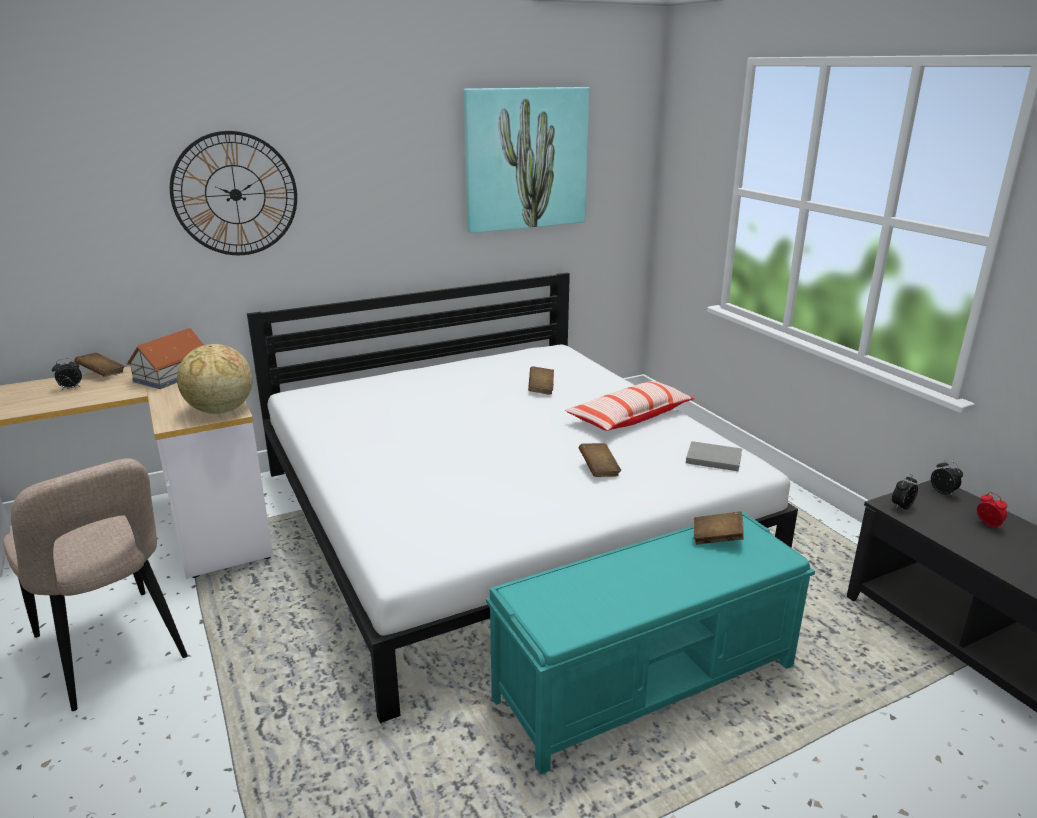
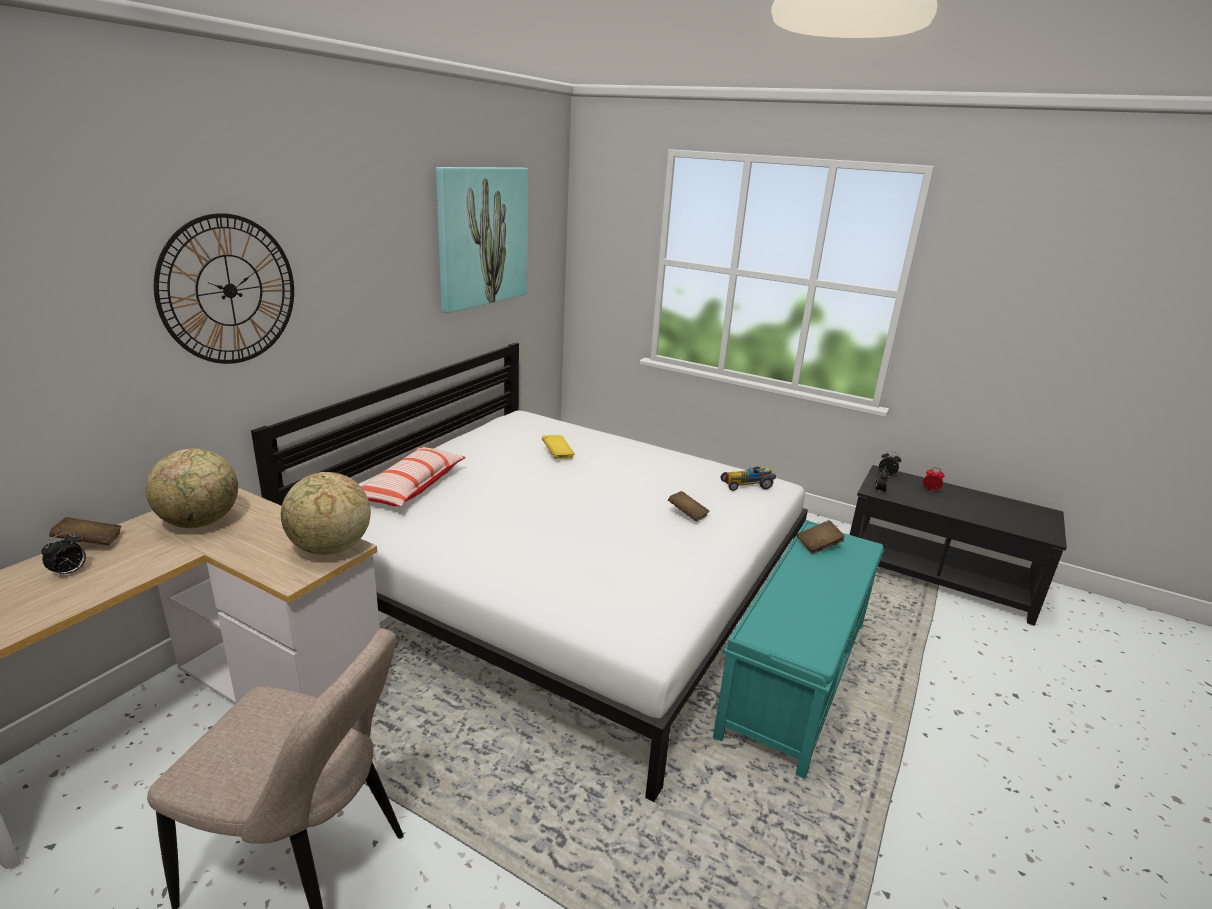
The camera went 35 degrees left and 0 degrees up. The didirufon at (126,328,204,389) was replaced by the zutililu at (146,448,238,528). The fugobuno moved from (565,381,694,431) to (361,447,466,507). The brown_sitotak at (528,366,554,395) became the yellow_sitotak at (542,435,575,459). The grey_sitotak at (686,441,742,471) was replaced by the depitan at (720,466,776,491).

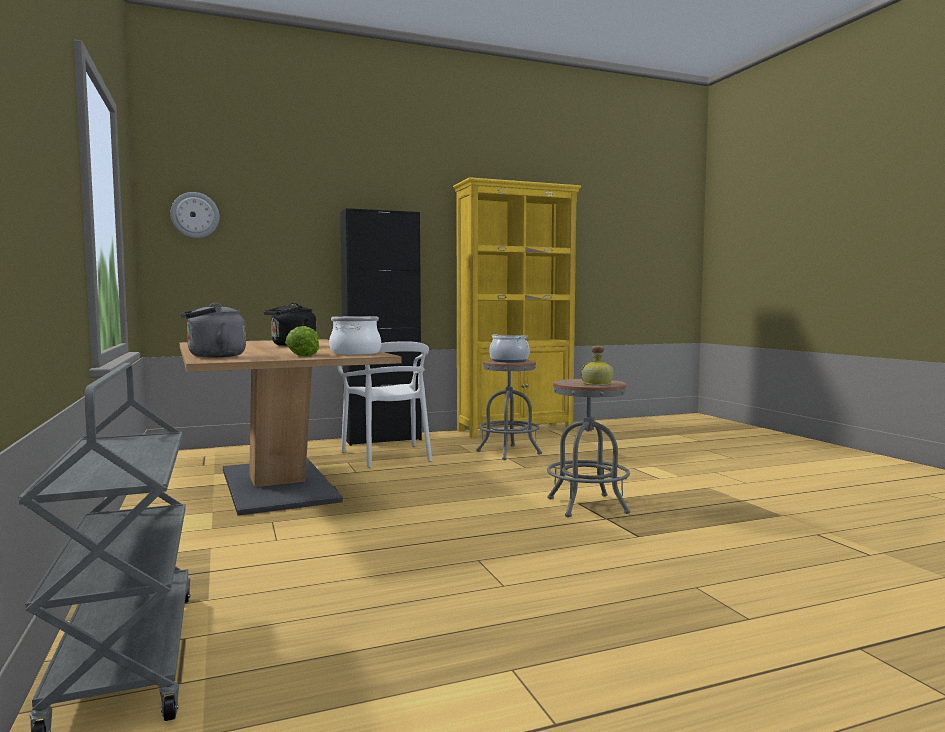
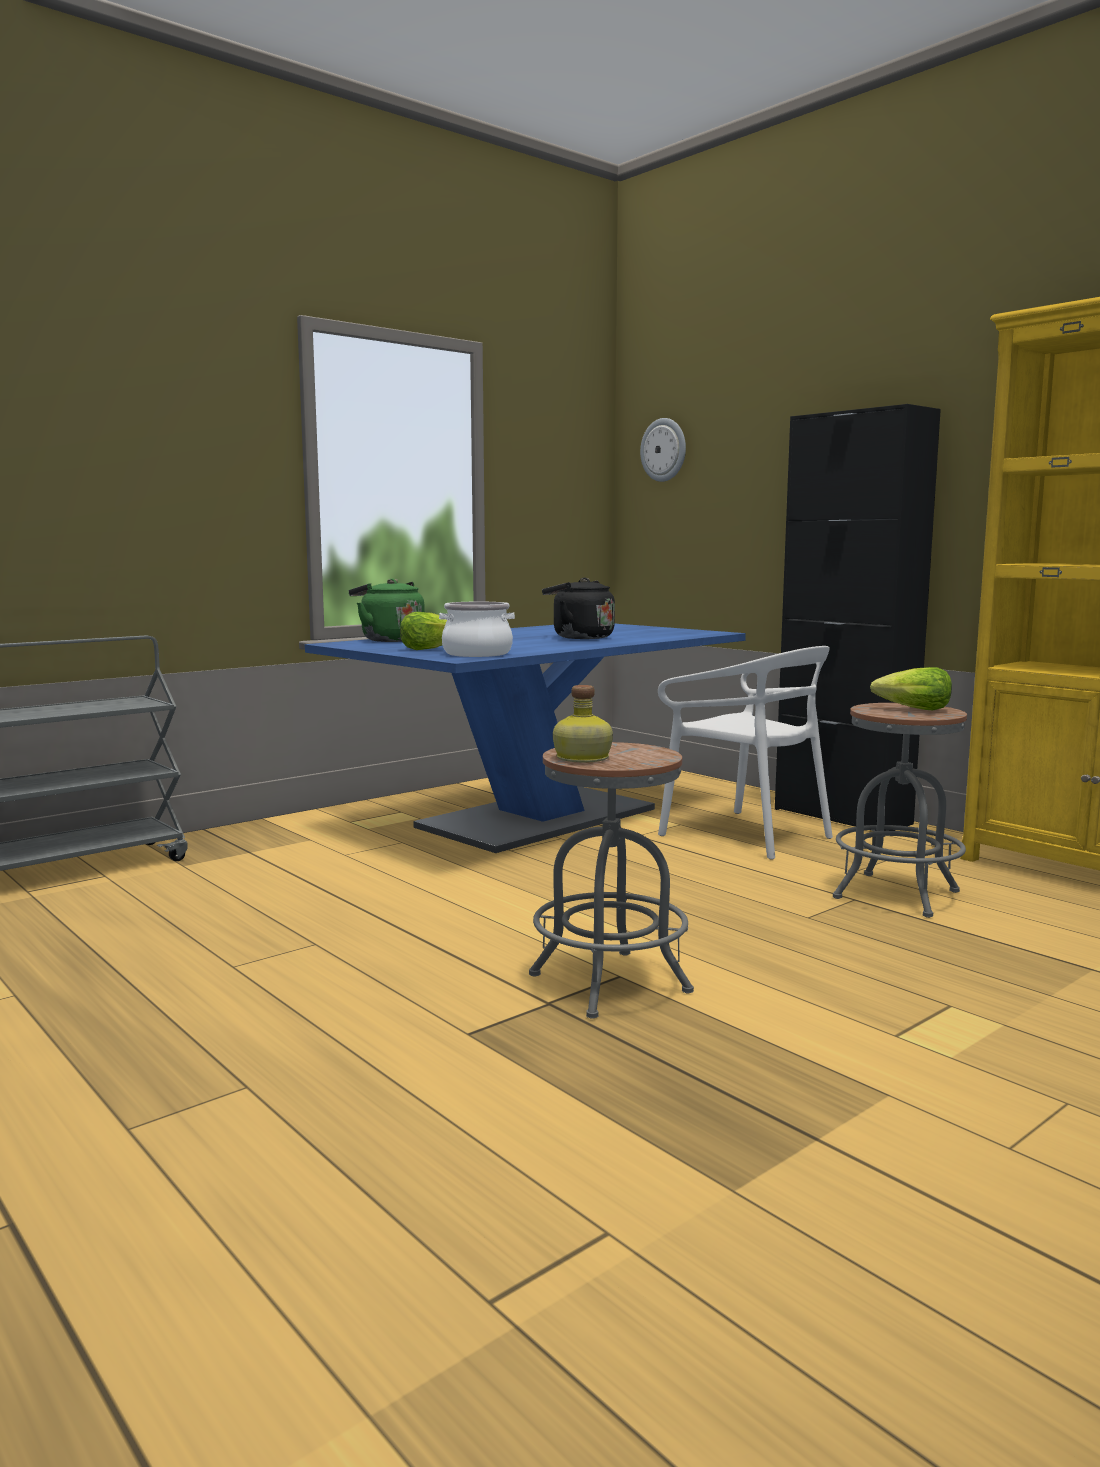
The camera went 70 degrees right and 5 degrees up. The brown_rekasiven at (180,339,402,515) became the blue_rekasiven at (305,624,746,853). The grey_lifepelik at (180,303,246,357) became the green_lifepelik at (349,579,425,642). The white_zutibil at (337,341,432,468) turned 90 degrees counterclockwise. The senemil at (489,334,530,362) was replaced by the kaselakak at (870,667,952,710).

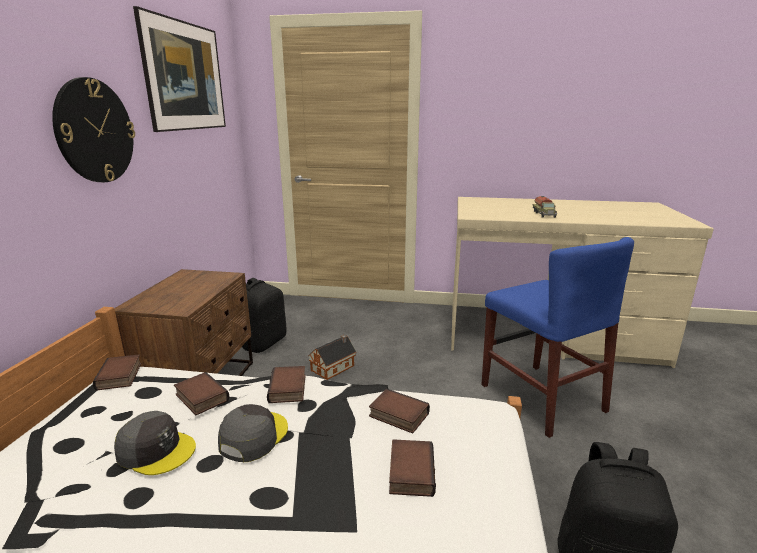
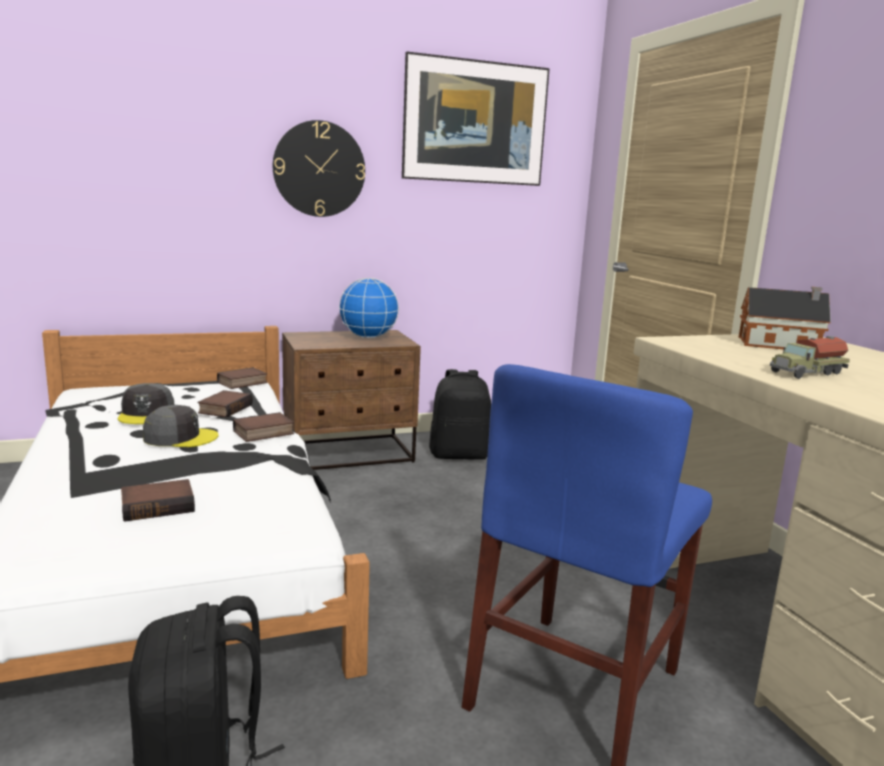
The camera went 60 degrees right and 5 degrees down. The zutililu at (339,278,399,338) appeared. The didirufon moved from (308,335,356,380) to (739,287,831,349). The sitotak at (369,389,430,434) disappeared.

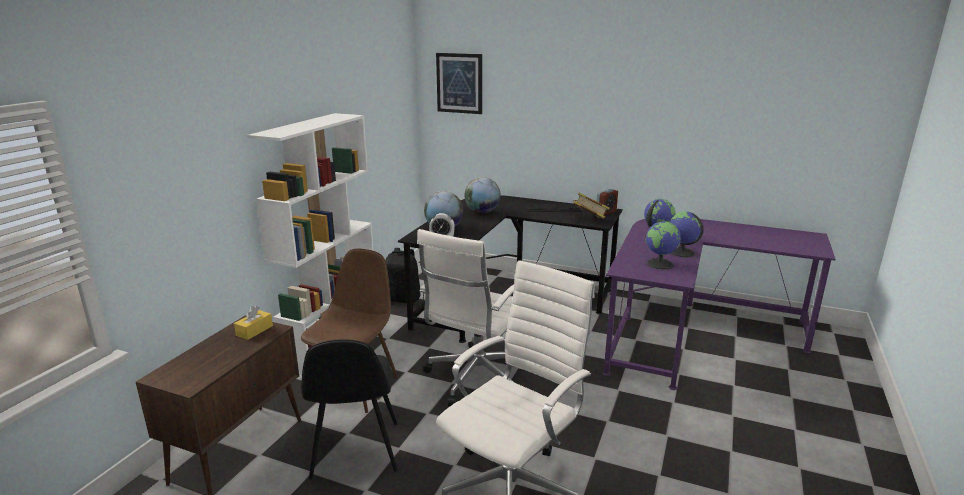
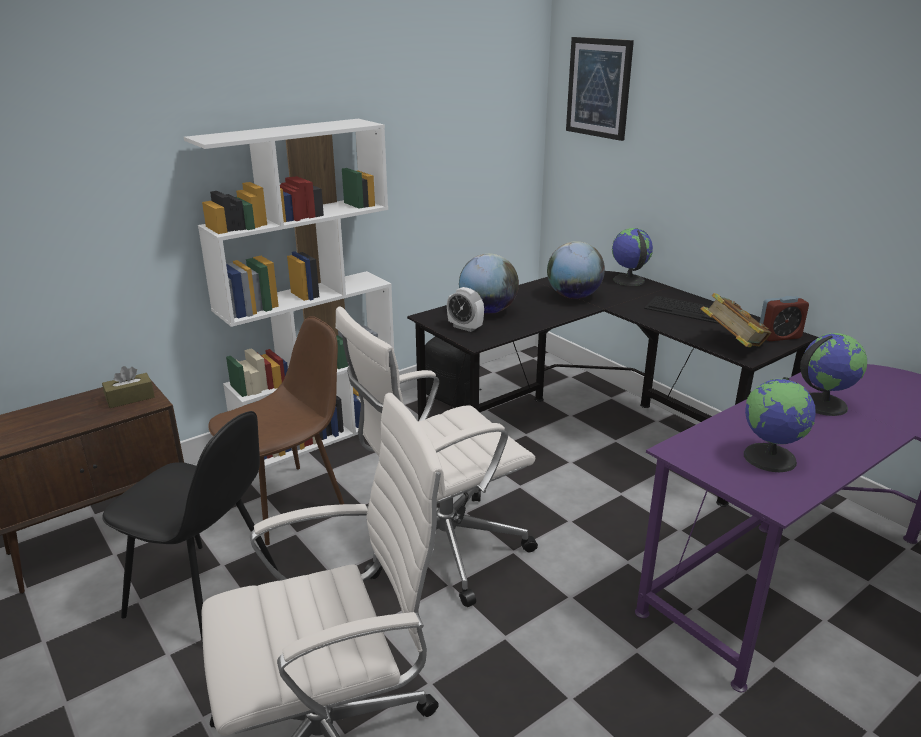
The camera went 30 degrees right and 5 degrees up. The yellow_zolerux at (234,306,273,340) became the brown_zolerux at (102,366,155,408). The black_zutibil at (301,339,397,479) turned 90 degrees counterclockwise. The zutililu moved from (670,211,704,257) to (612,228,653,286).

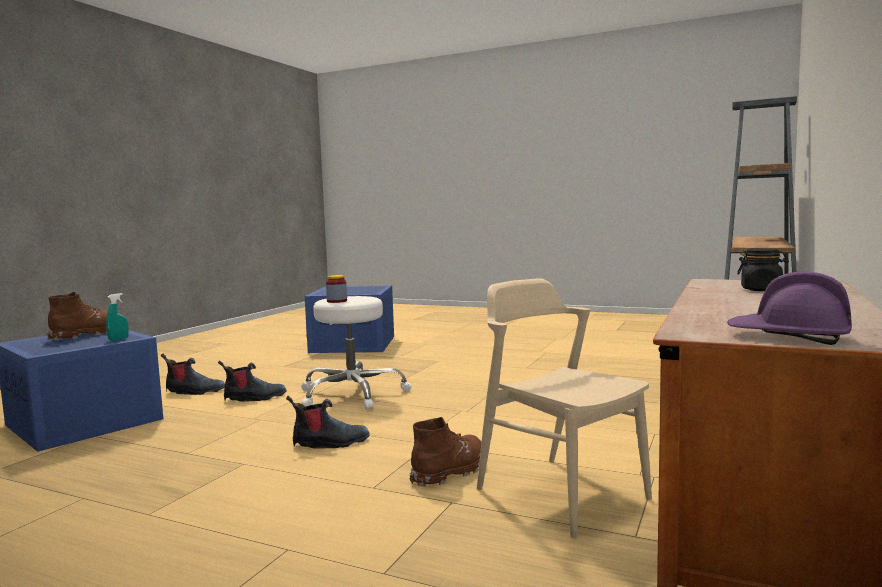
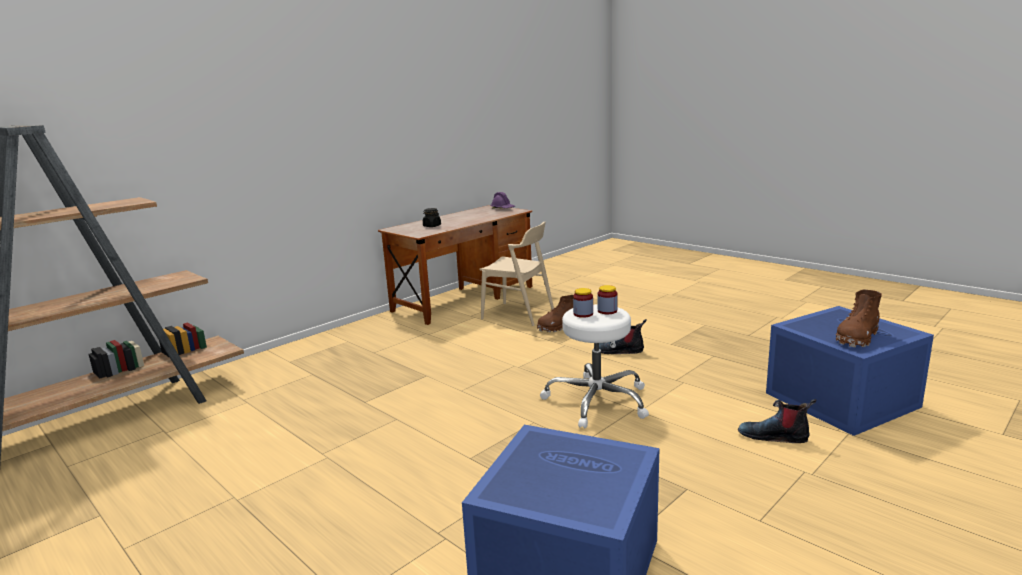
The camera went 160 degrees left and 10 degrees up. The beige_zutibil at (477,278,652,538) turned 45 degrees counterclockwise. The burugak at (573,288,593,318) appeared. The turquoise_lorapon at (106,293,129,341) disappeared. The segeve at (218,360,286,402) disappeared.

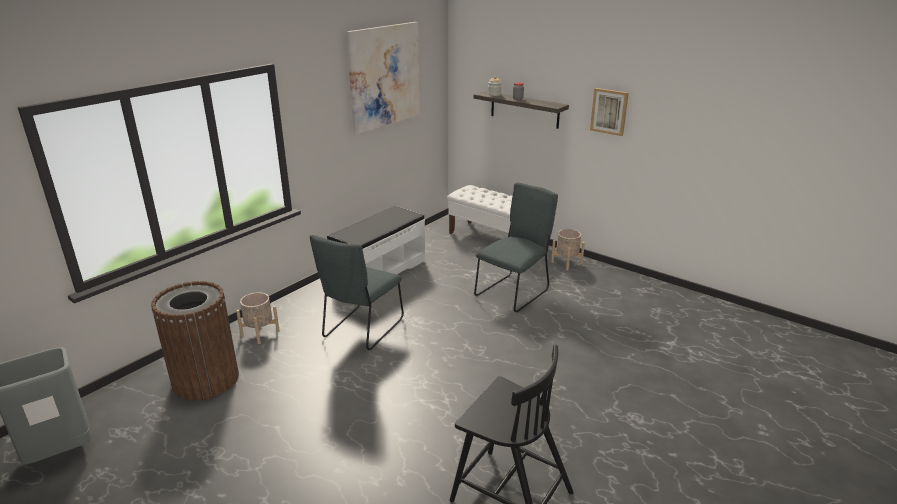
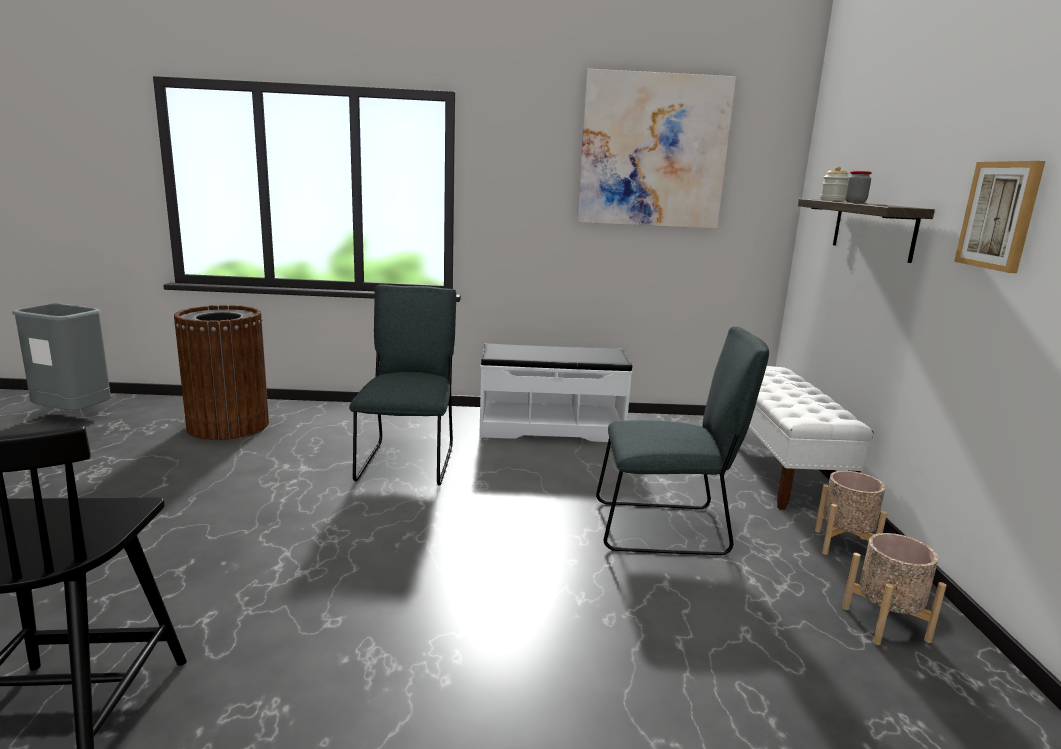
The camera went 50 degrees right and 10 degrees down. The grey_zutibil at (310,235,404,350) turned 105 degrees clockwise. The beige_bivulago moved from (236,292,280,344) to (842,533,946,645).

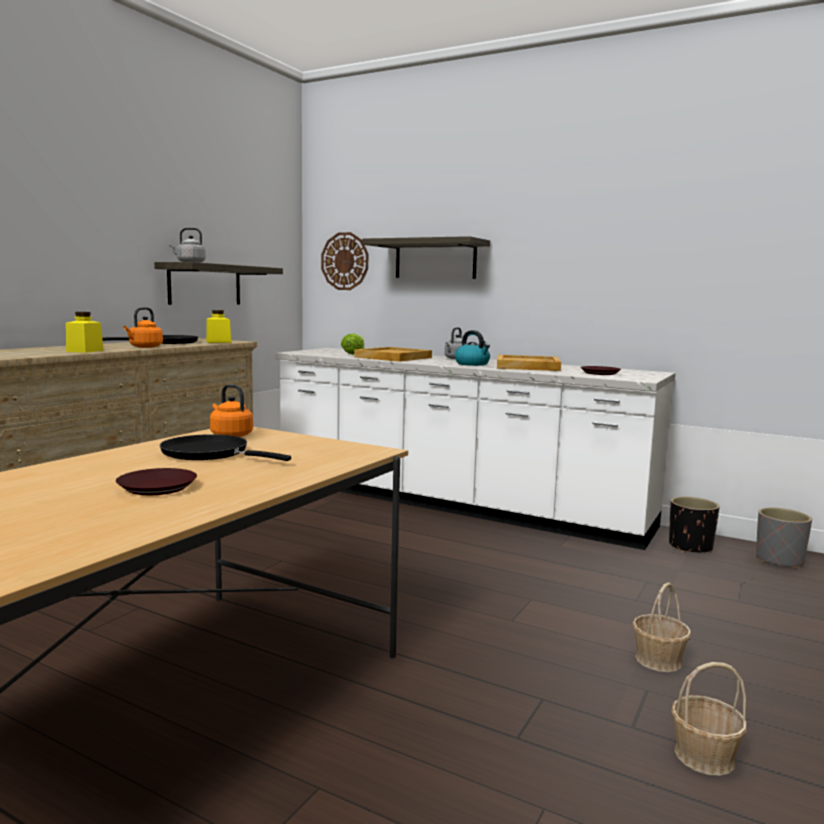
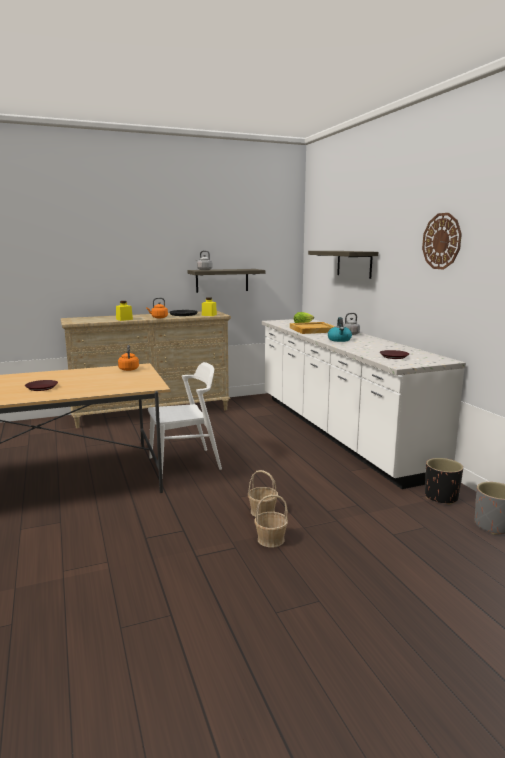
The camera went 40 degrees right and 5 degrees up. The white_zutibil at (148,362,222,476) appeared. The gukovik moved from (671,662,747,776) to (248,470,278,517). The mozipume moved from (321,232,368,290) to (422,213,462,269). The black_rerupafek at (160,434,291,461) disappeared. The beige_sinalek at (497,355,561,371) disappeared.

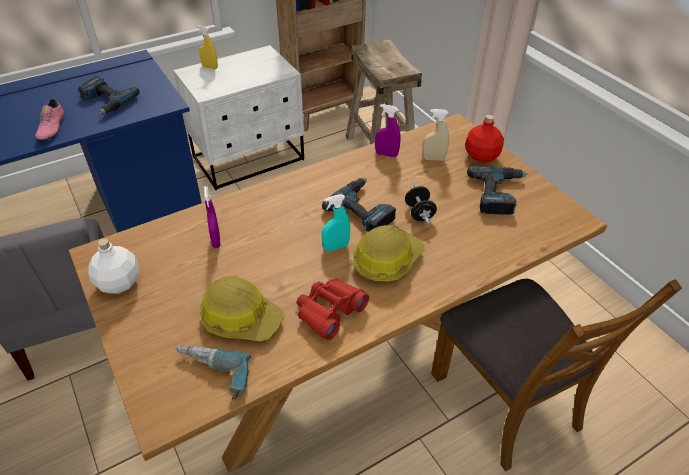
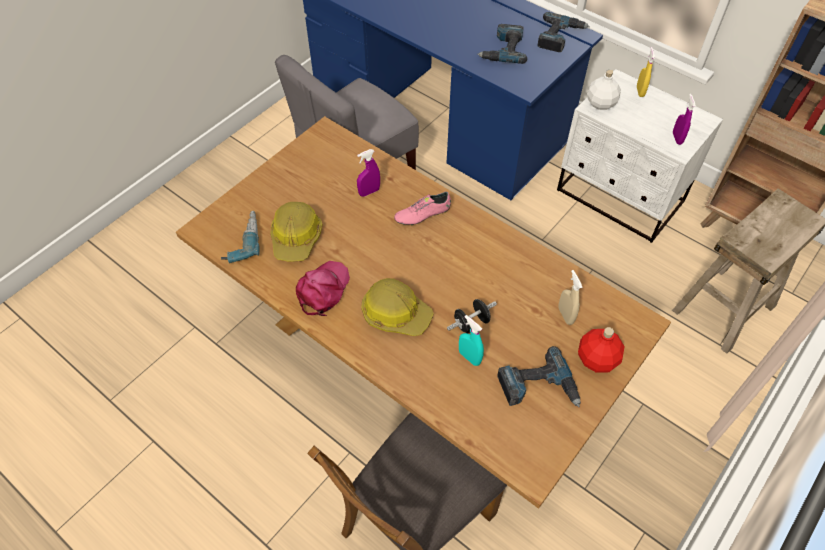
The camera went 70 degrees right and 10 degrees up. The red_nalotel at (297,279,369,340) was replaced by the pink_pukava at (296,261,350,316). The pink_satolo moved from (35,98,64,141) to (394,192,451,225). The turquoise_lorapon moved from (322,194,350,251) to (459,315,484,366). The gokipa moved from (322,178,397,232) to (537,12,590,52). The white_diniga moved from (88,238,139,294) to (587,70,621,110). The purple_lorapon moved from (375,104,401,157) to (673,94,696,145).

